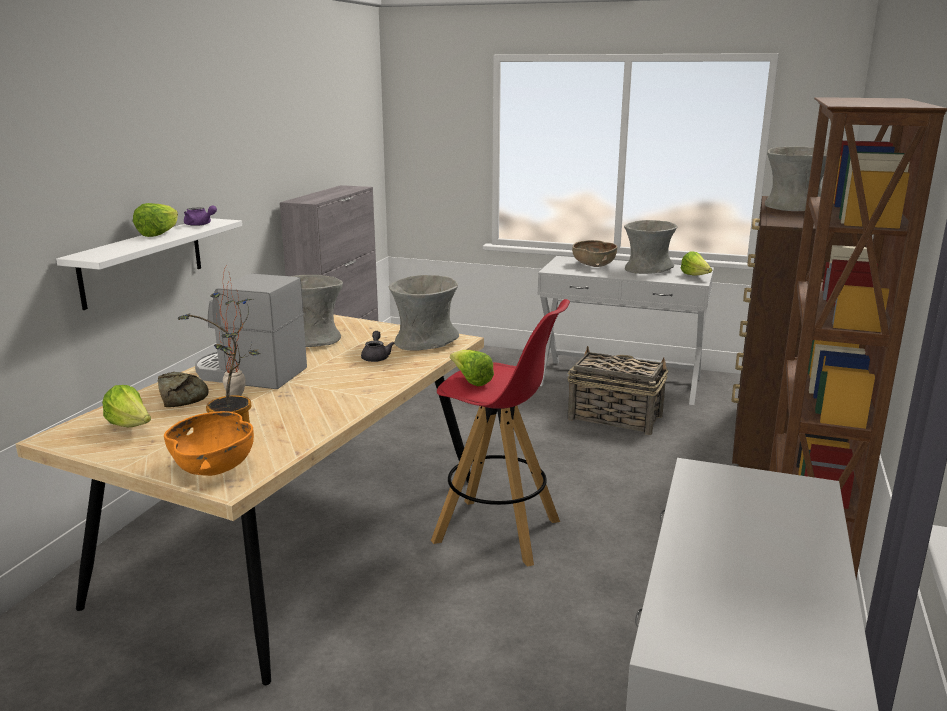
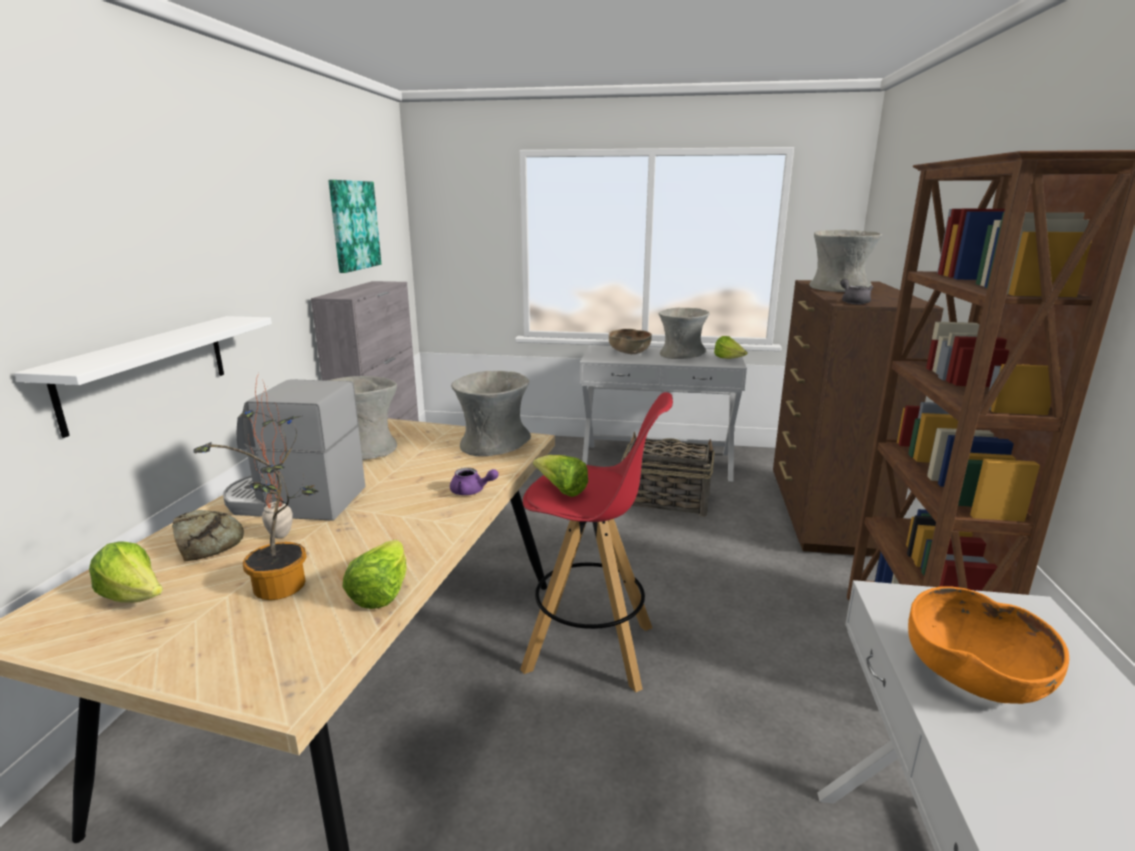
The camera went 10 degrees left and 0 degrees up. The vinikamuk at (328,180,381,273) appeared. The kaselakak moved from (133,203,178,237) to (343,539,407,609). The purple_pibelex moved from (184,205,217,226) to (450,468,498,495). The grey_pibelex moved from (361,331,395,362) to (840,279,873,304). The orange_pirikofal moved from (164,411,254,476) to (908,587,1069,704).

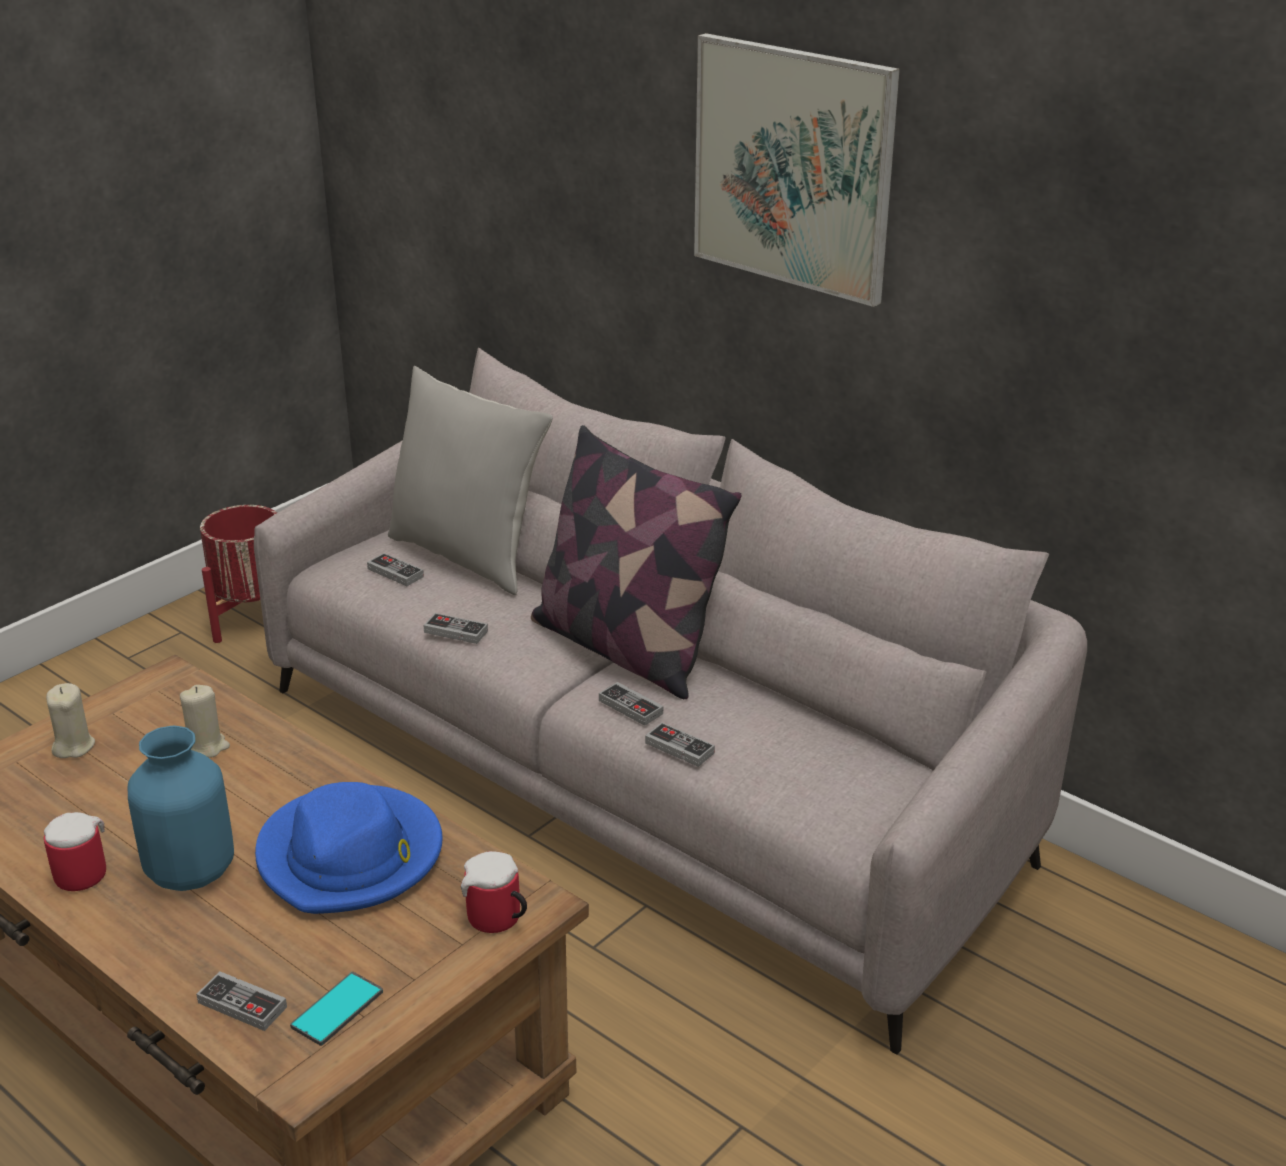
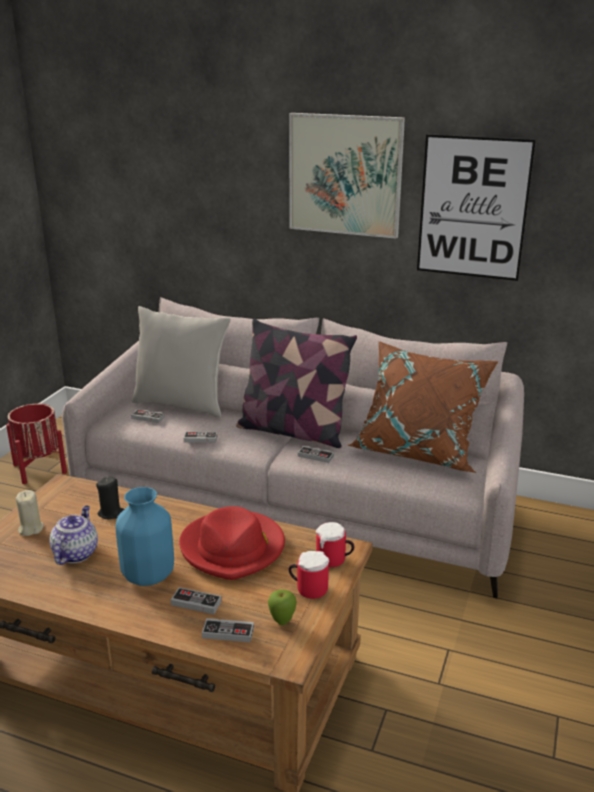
The camera went 20 degrees left and 5 degrees down. The pibelex at (49,505,98,565) appeared. The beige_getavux at (180,685,230,758) became the black_getavux at (96,477,124,519). The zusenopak moved from (645,722,715,767) to (171,587,222,614). The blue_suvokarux at (255,782,442,914) became the red_suvokarux at (179,506,285,580). The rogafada at (290,972,383,1046) was replaced by the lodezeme at (268,589,297,625). The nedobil moved from (44,812,106,891) to (289,551,329,599). The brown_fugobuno at (348,341,498,473) appeared. The vinikamuk at (417,134,536,281) appeared.

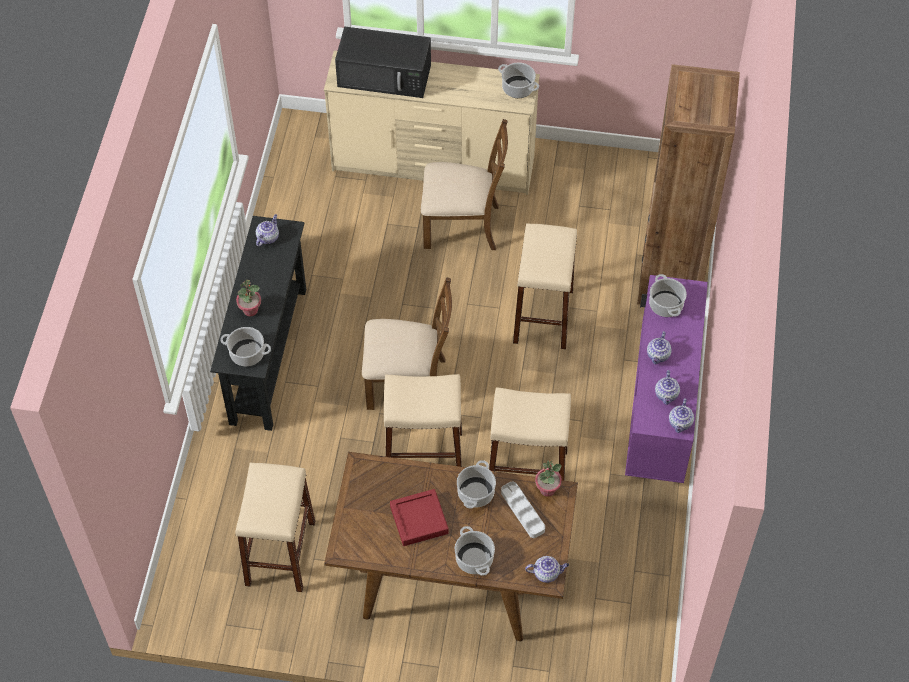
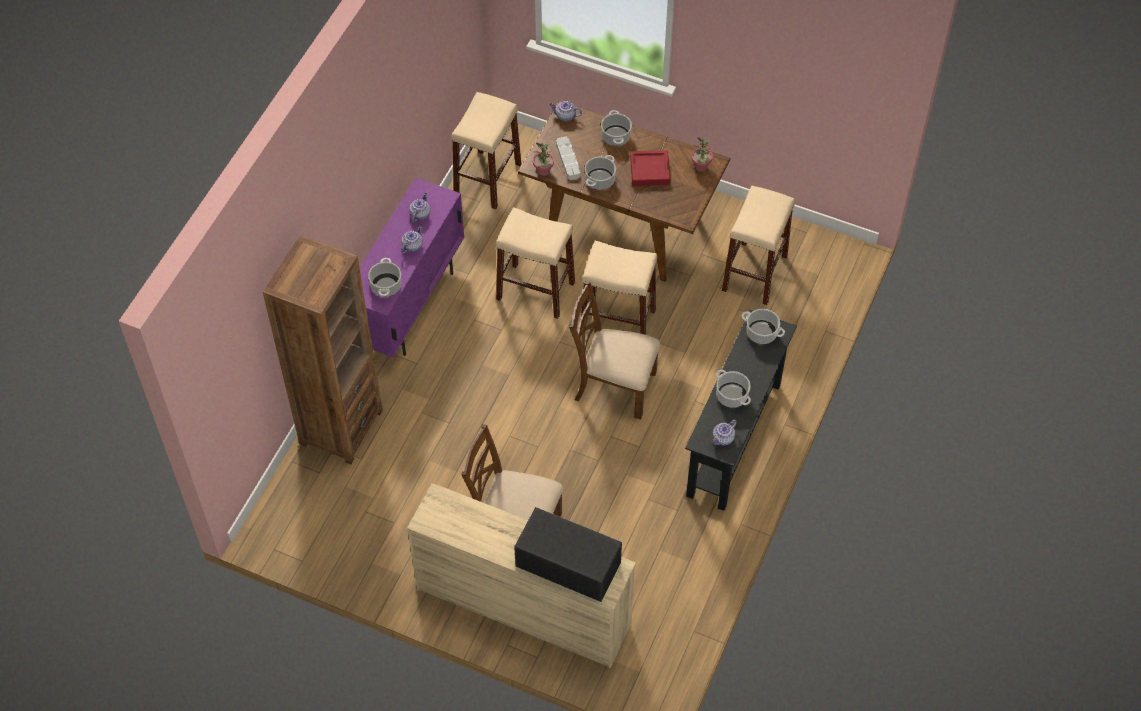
The camera went 165 degrees left and 0 degrees up. The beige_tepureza moved from (513,223,577,349) to (451,92,521,209). The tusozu moved from (236,279,261,317) to (691,137,713,172). The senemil moved from (498,63,539,98) to (716,370,751,408). The pibelex at (669,398,694,433) disappeared.

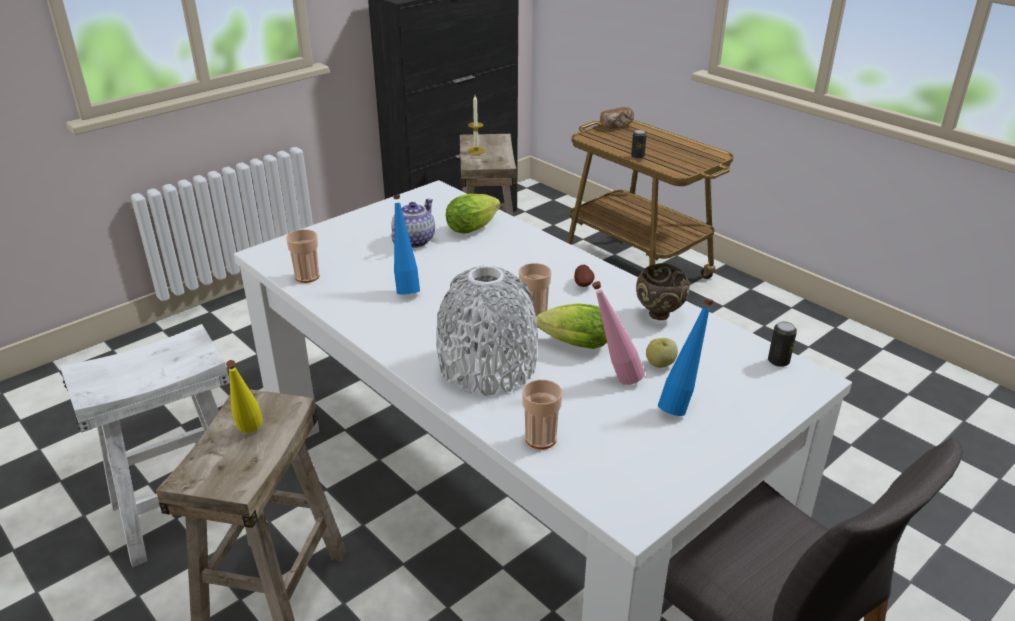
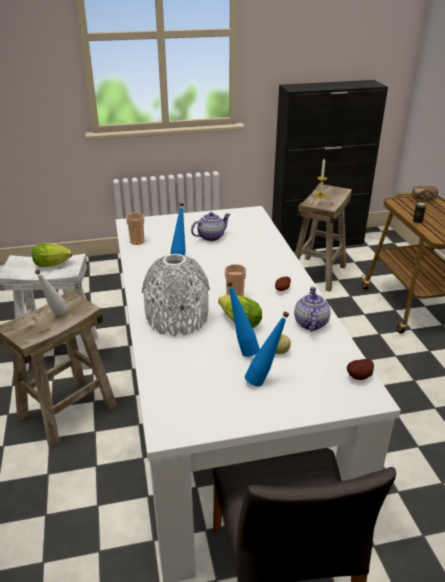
The camera went 30 degrees right and 0 degrees up. The kaselakak moved from (446,194,500,234) to (32,243,73,267). The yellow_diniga at (226,360,263,433) became the white_diniga at (35,270,67,315). The pink_diniga at (592,281,645,385) became the blue_diniga at (227,282,260,357). The brown_pirikofal at (636,263,690,320) was replaced by the pibelex at (294,286,331,332). The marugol at (768,321,797,367) was replaced by the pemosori at (347,359,374,380). The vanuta at (522,380,562,449) disappeared.

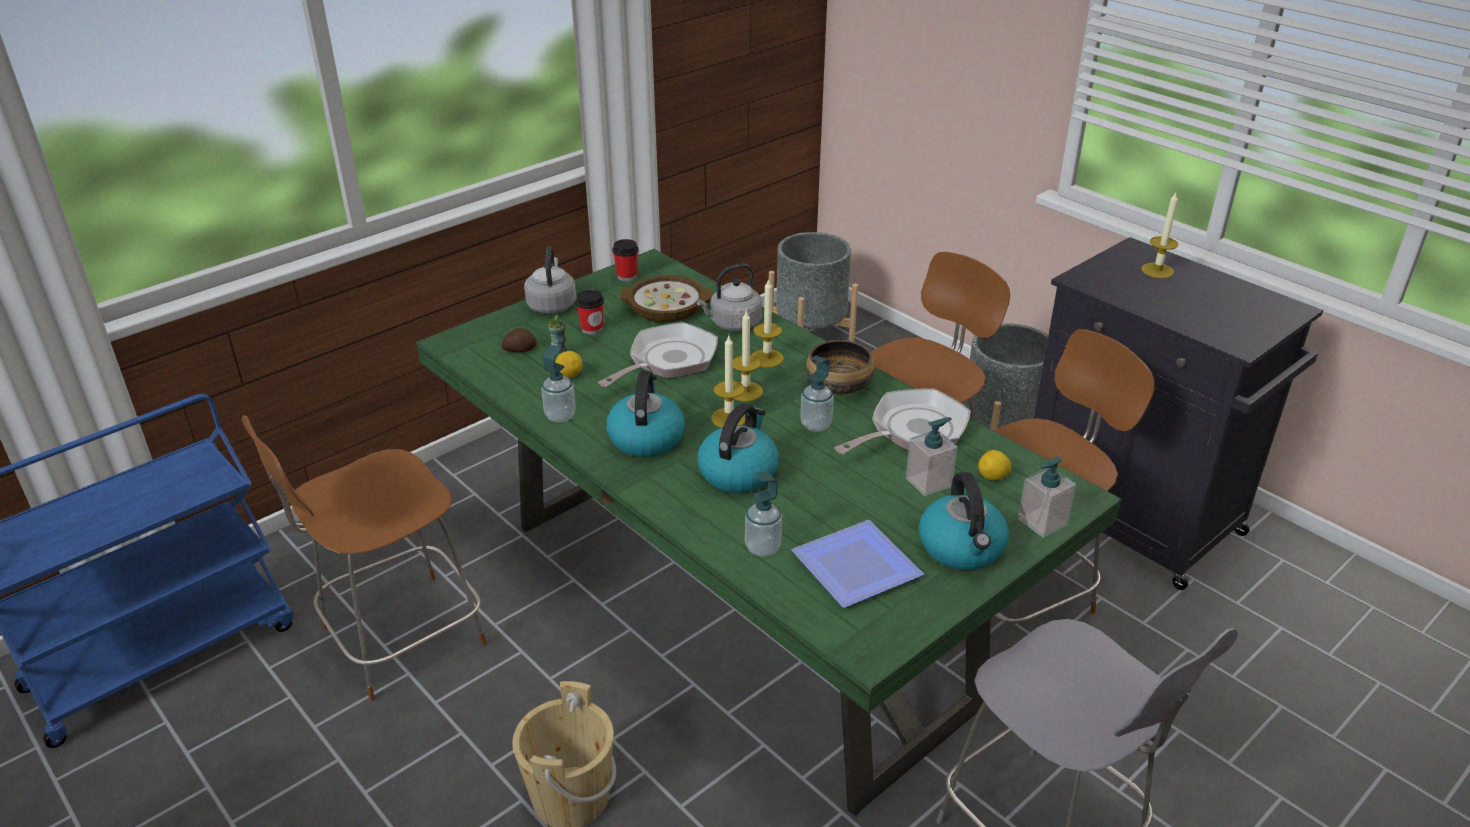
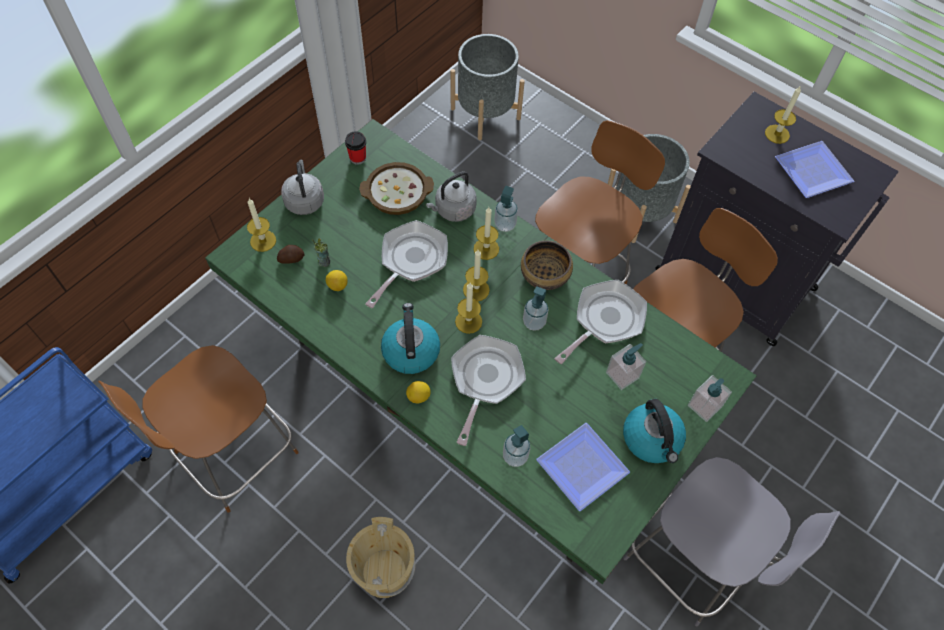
The camera went 10 degrees left and 25 degrees up. The getavux at (247,198,276,252) appeared. The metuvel moved from (978,450,1011,480) to (406,381,431,403). The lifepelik at (697,403,779,493) was replaced by the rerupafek at (451,335,526,446). The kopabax moved from (541,345,576,423) to (494,186,518,232). The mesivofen at (775,141,854,198) appeared. The vanuta at (576,289,604,335) disappeared.

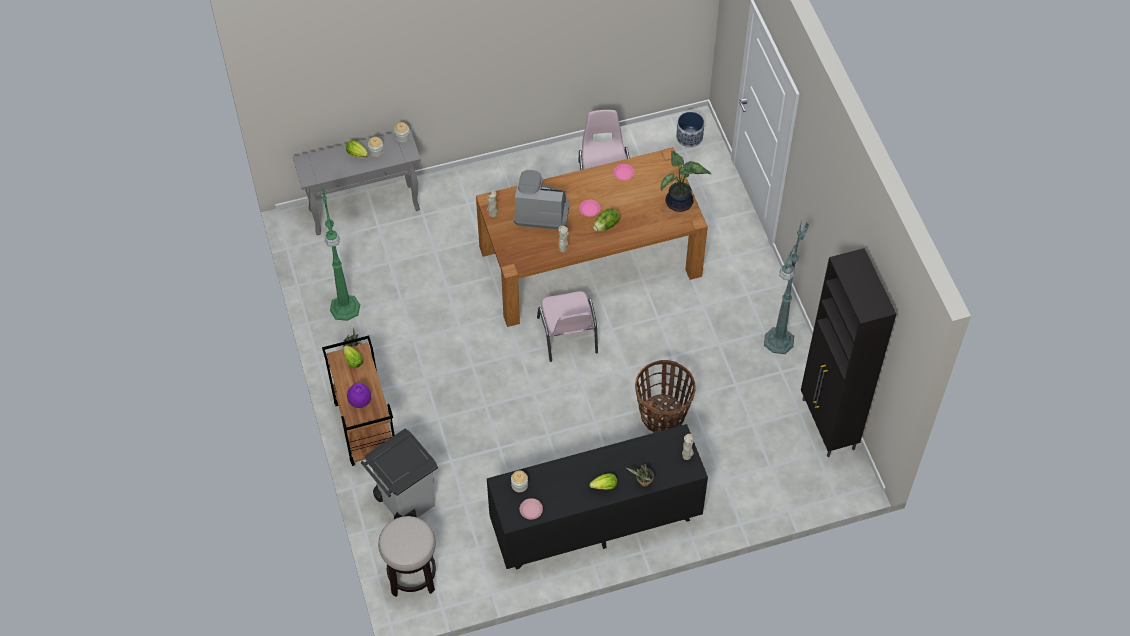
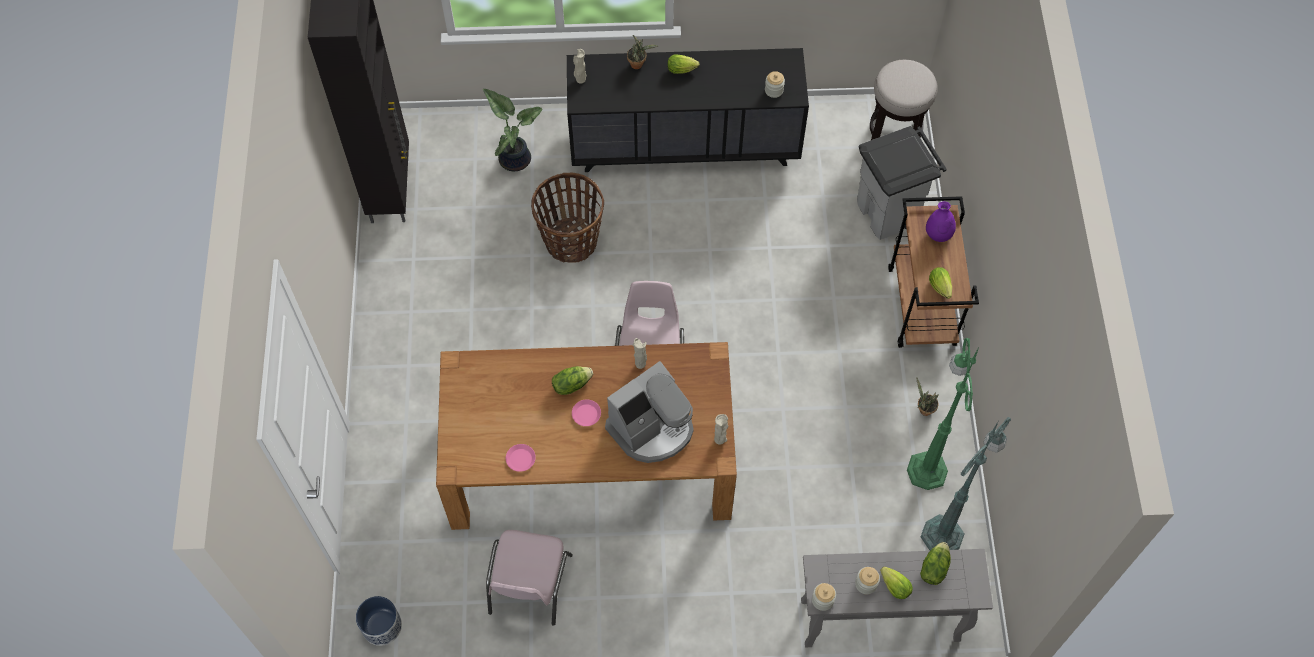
The camera went 165 degrees left and 5 degrees up. The tusozu moved from (660,151,712,212) to (483,89,543,171). The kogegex at (514,170,569,230) turned 60 degrees counterclockwise. The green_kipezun moved from (764,220,809,354) to (920,417,1011,550). The kaselakak at (920,542,951,585) appeared. The pink_mesivofen at (520,498,543,519) disappeared.

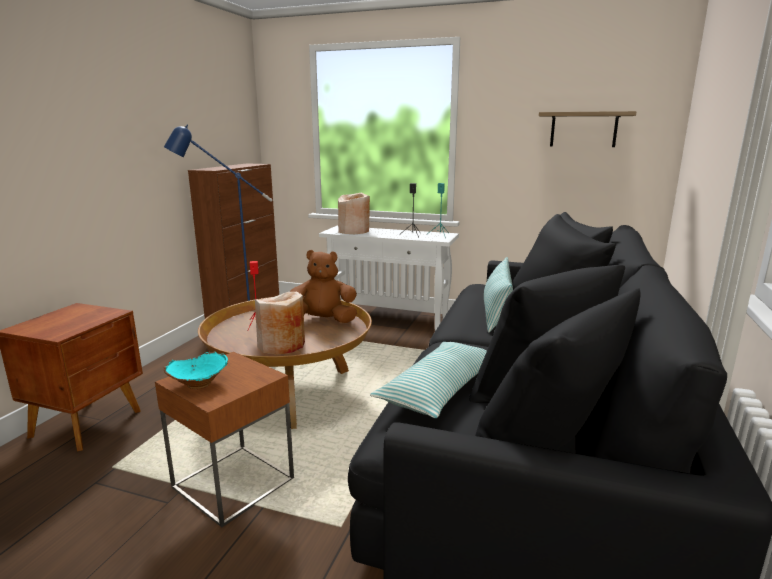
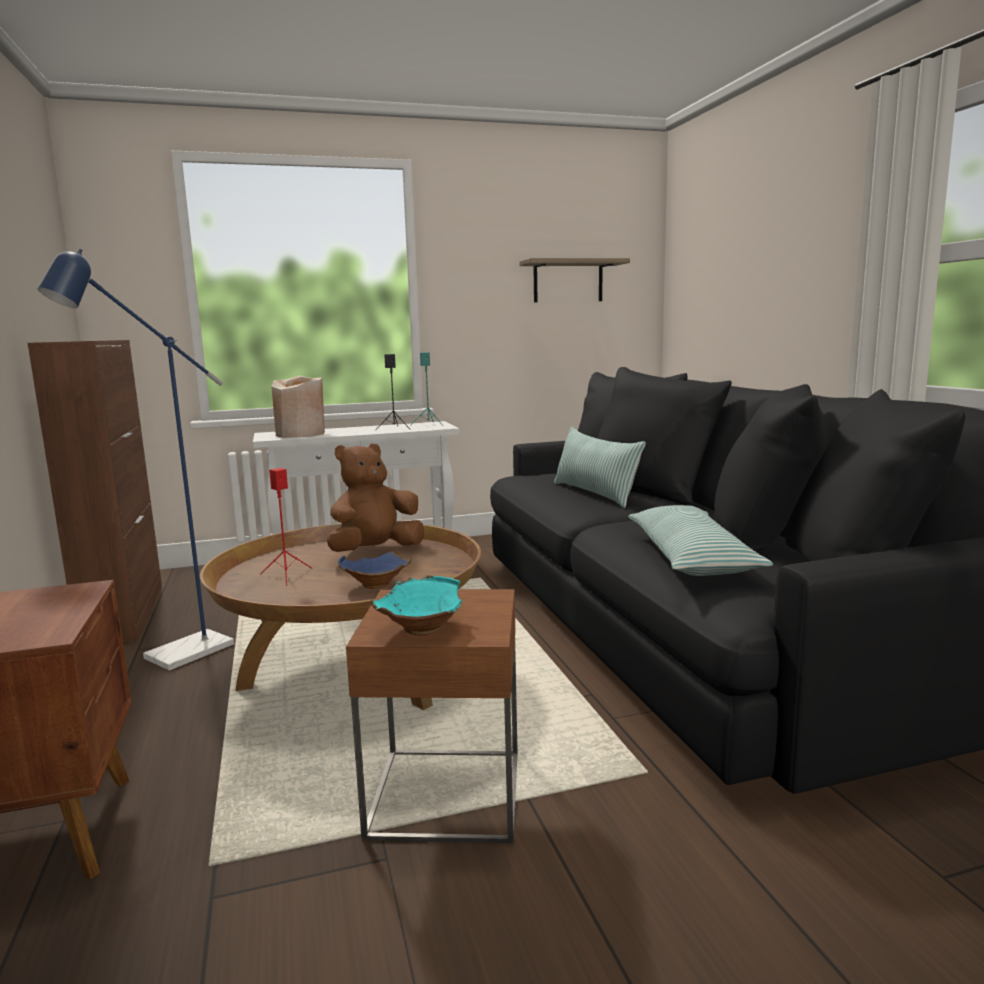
The camera went 35 degrees left and 5 degrees down. The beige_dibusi at (255,292,305,355) was replaced by the blue_pirikofal at (338,552,411,589).

